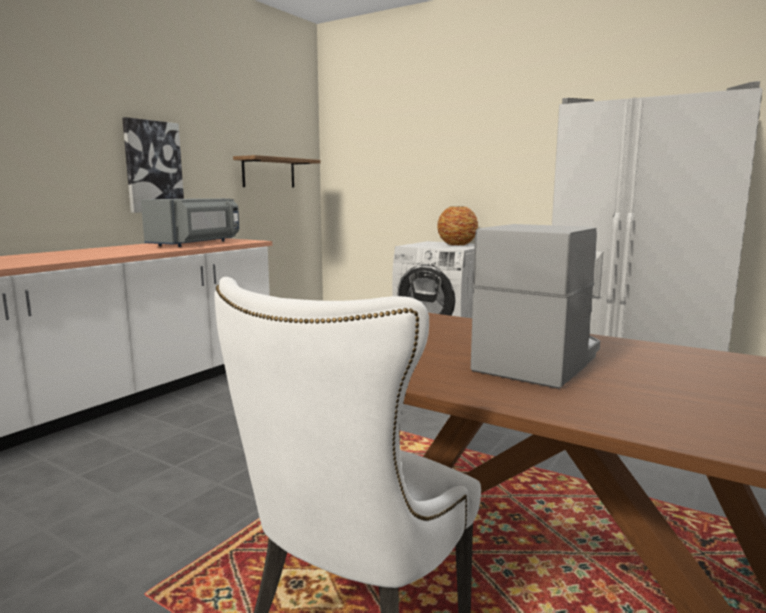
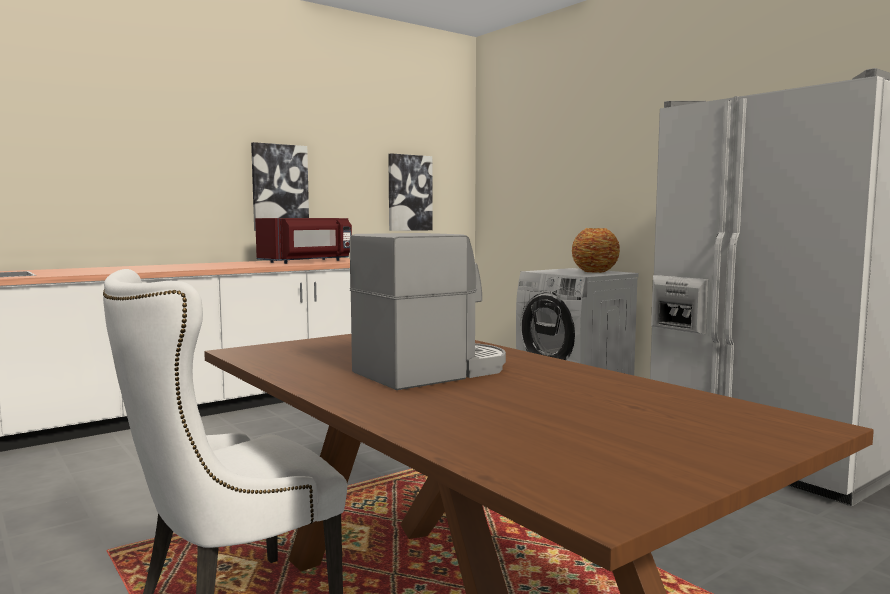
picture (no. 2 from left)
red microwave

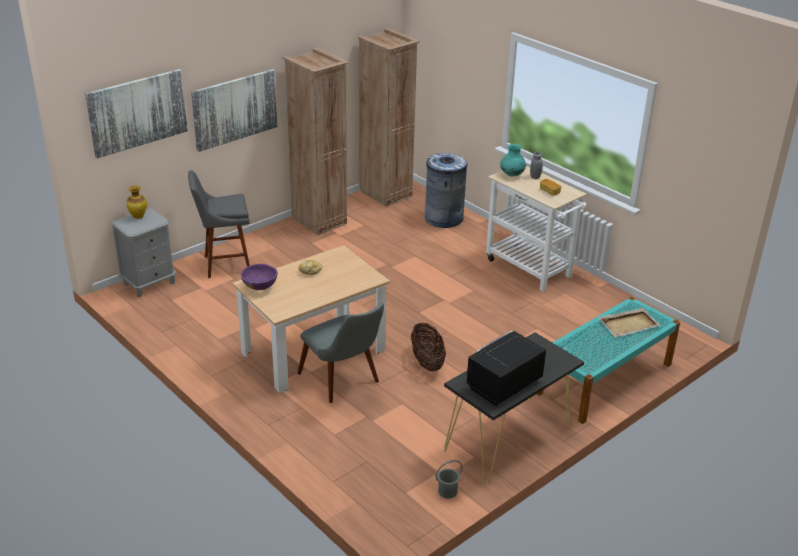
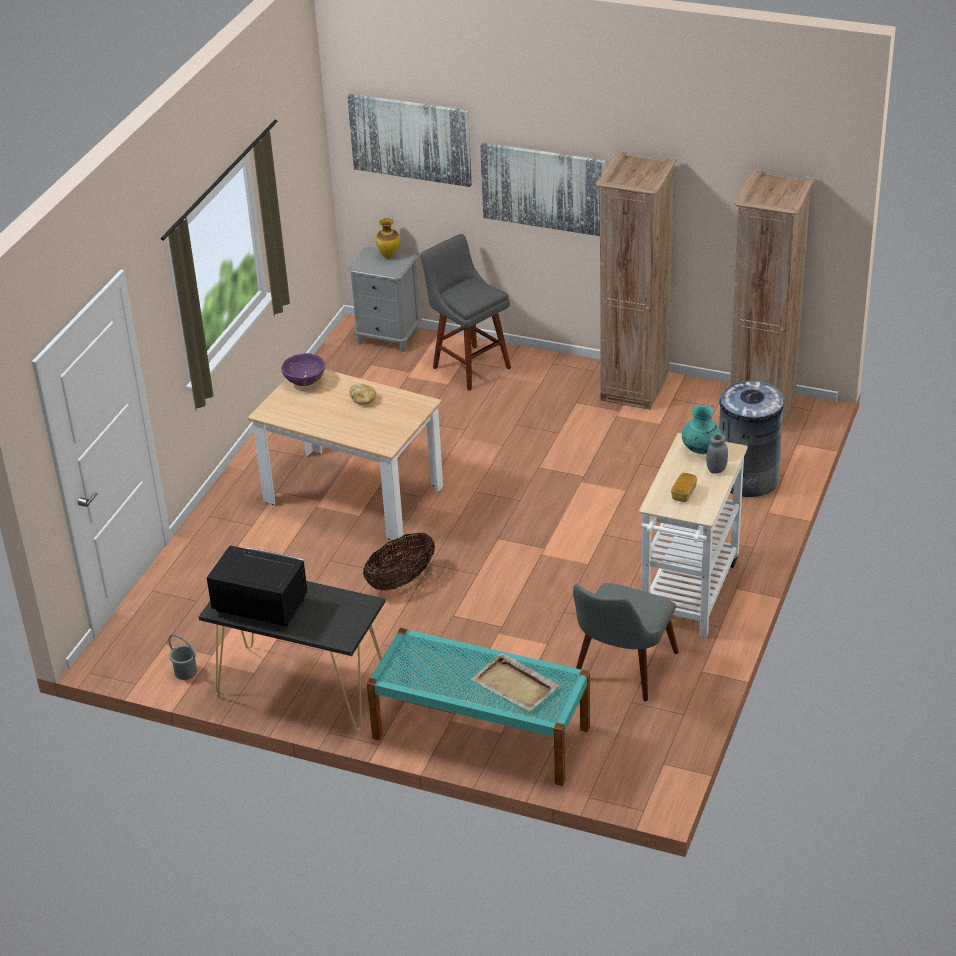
grey chair

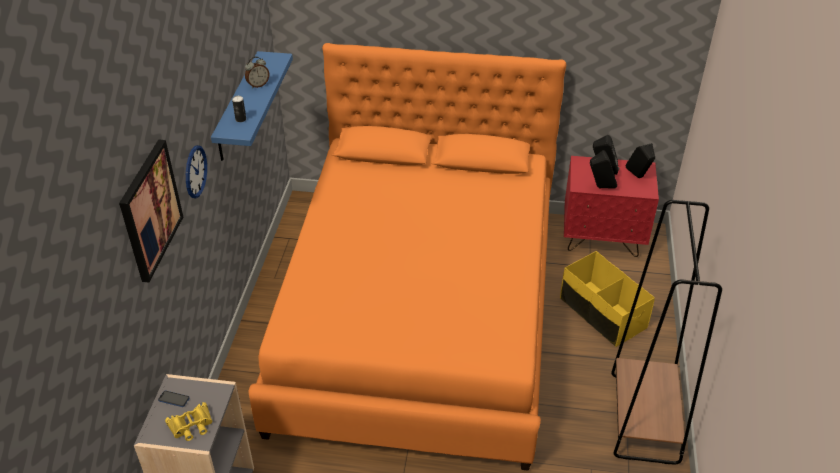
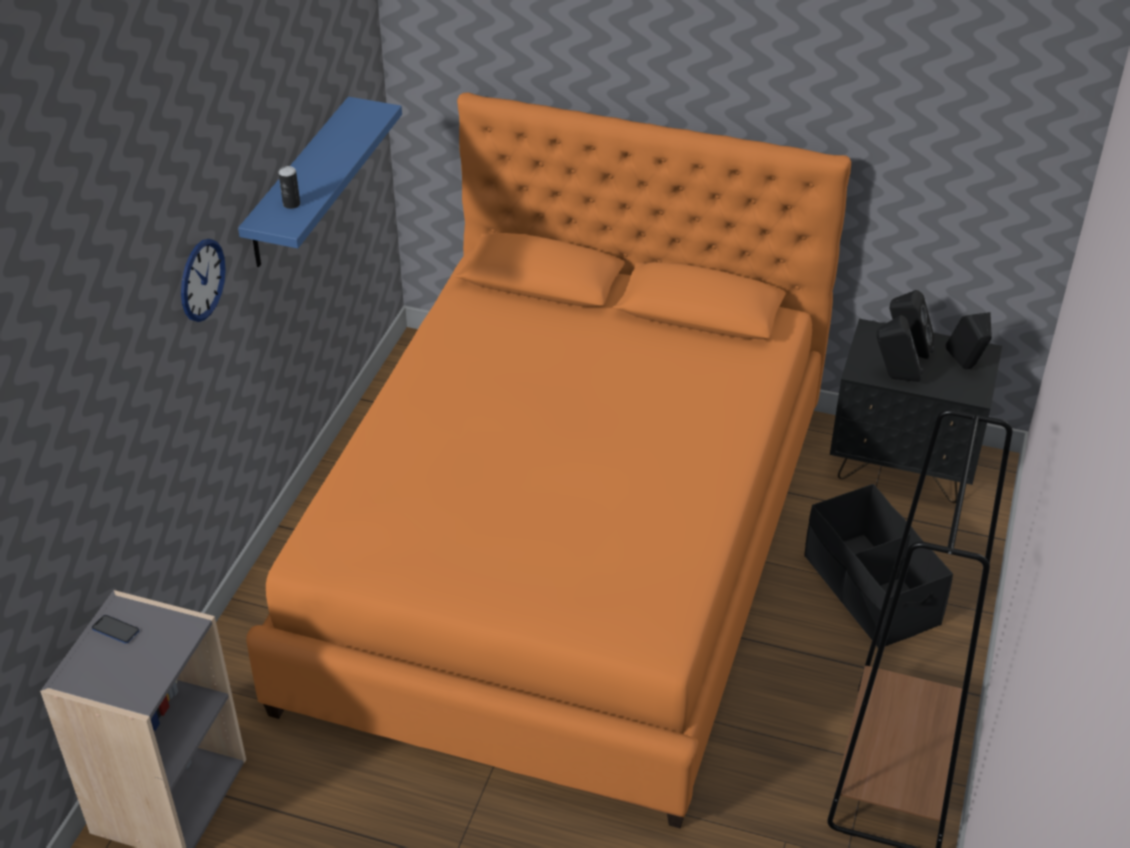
alarm clock
picture
black nightstand
black storage box
yellow binoculars

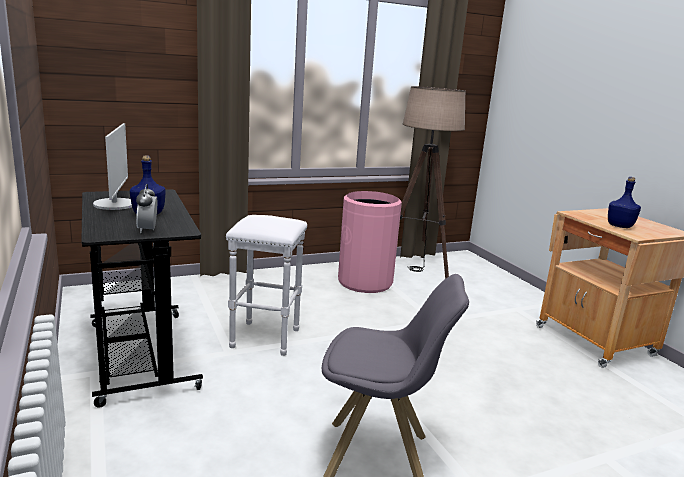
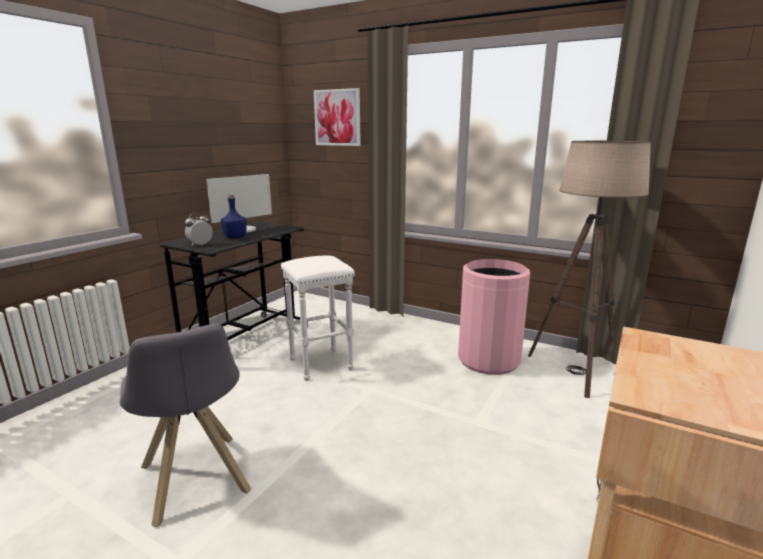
blue bottle (no. 2 from left in the first image)
picture

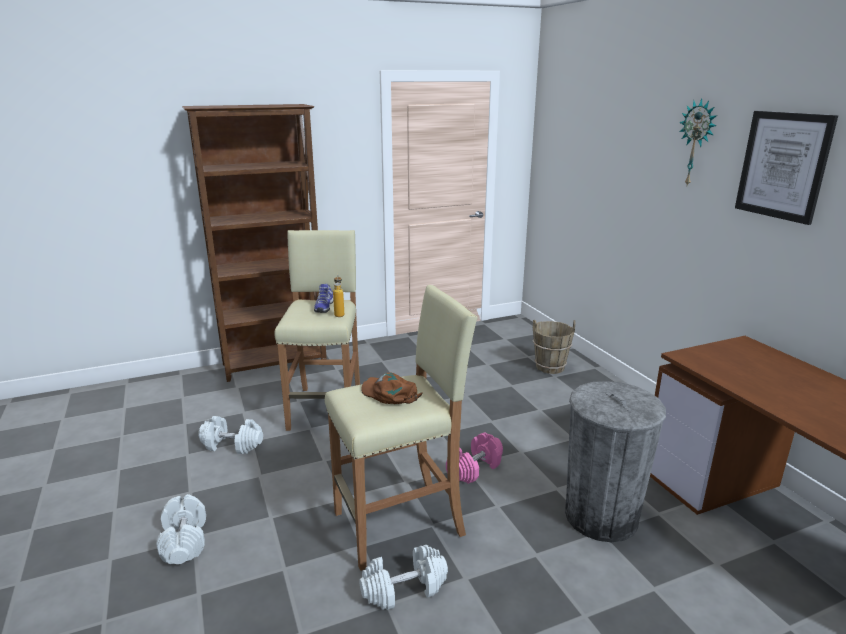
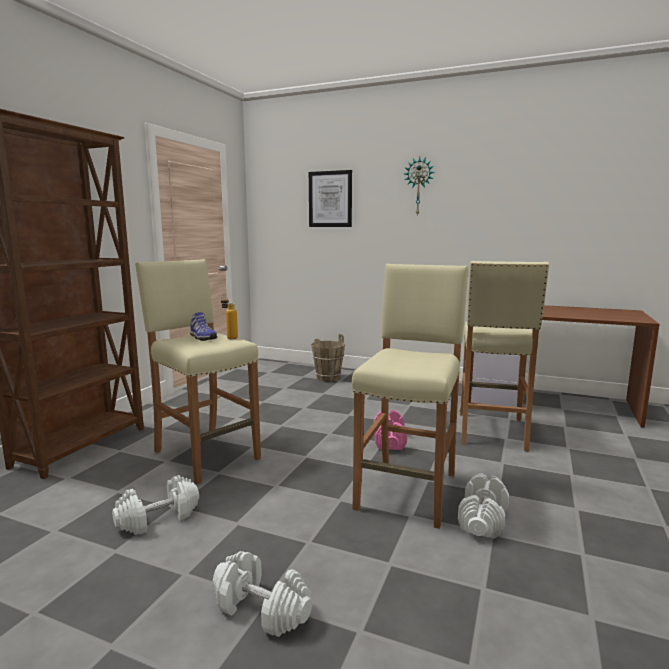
picture
brown cap
beige stool (no. 3 from left)

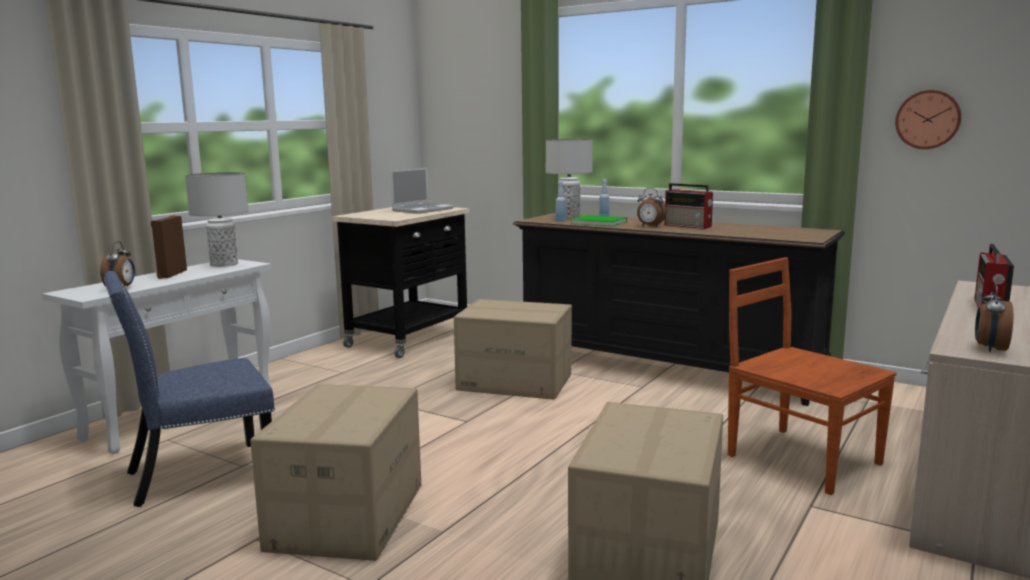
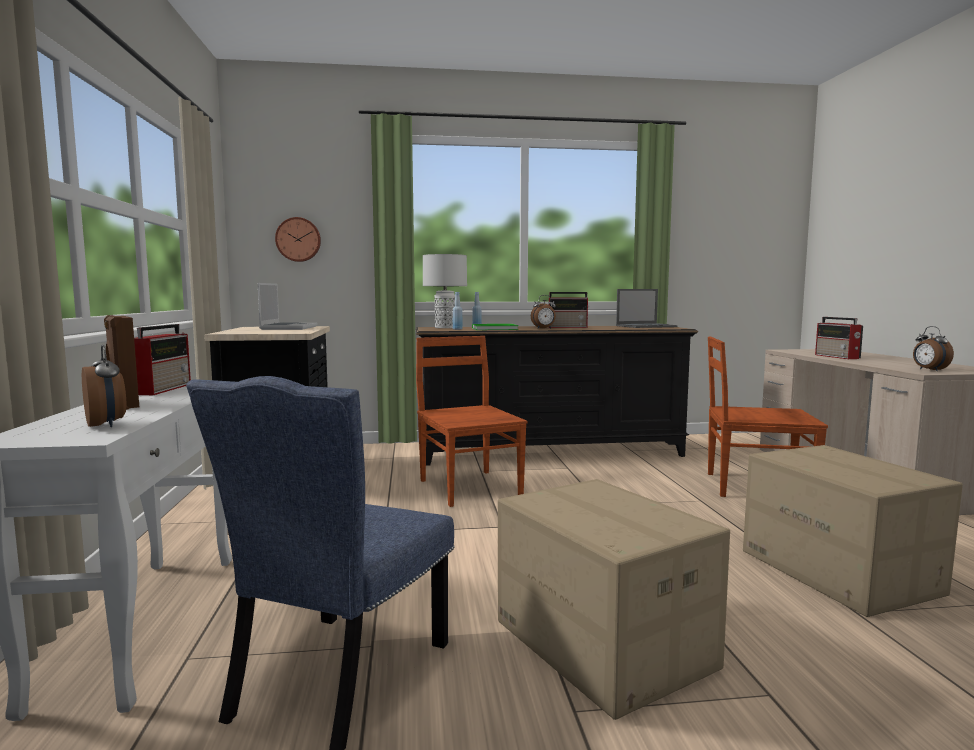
wall clock
radio (no. 1 from left)
brown chair (no. 1 from left)
laptop (no. 2 from left)

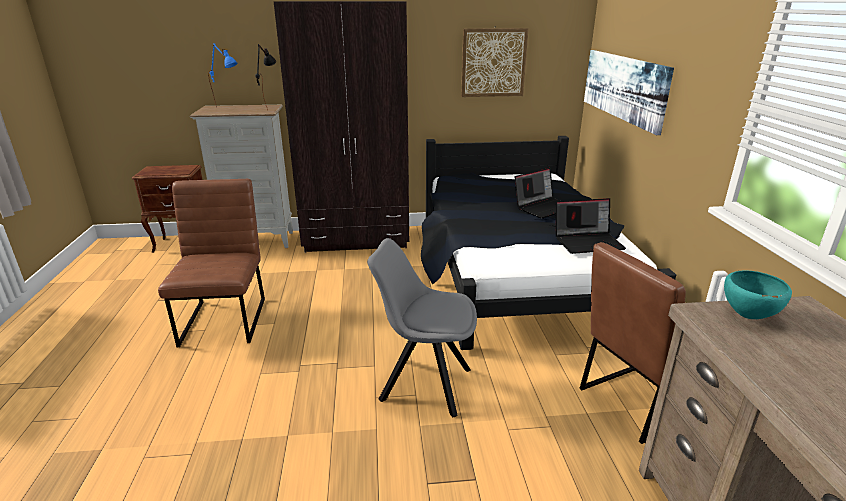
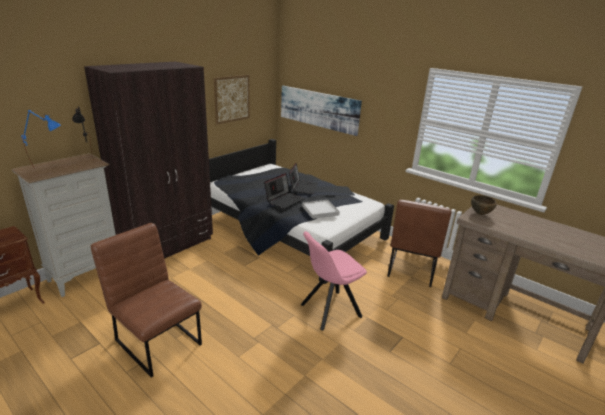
laptop (no. 1 from left)
pink chair
brown bowl
white tray

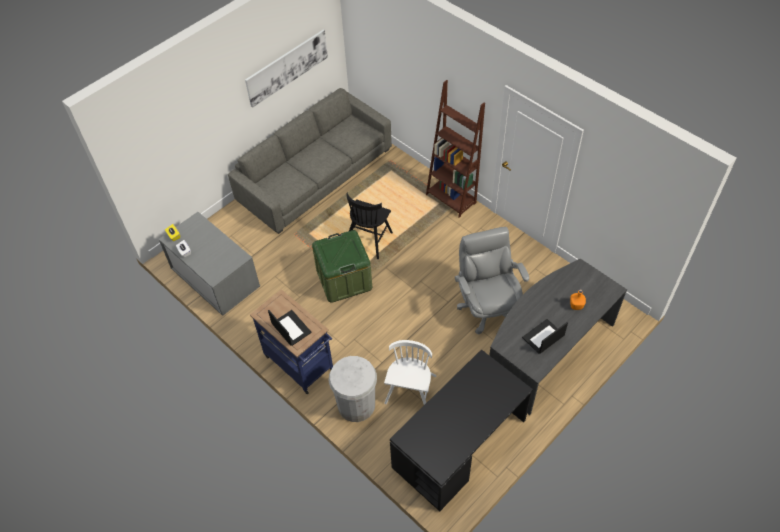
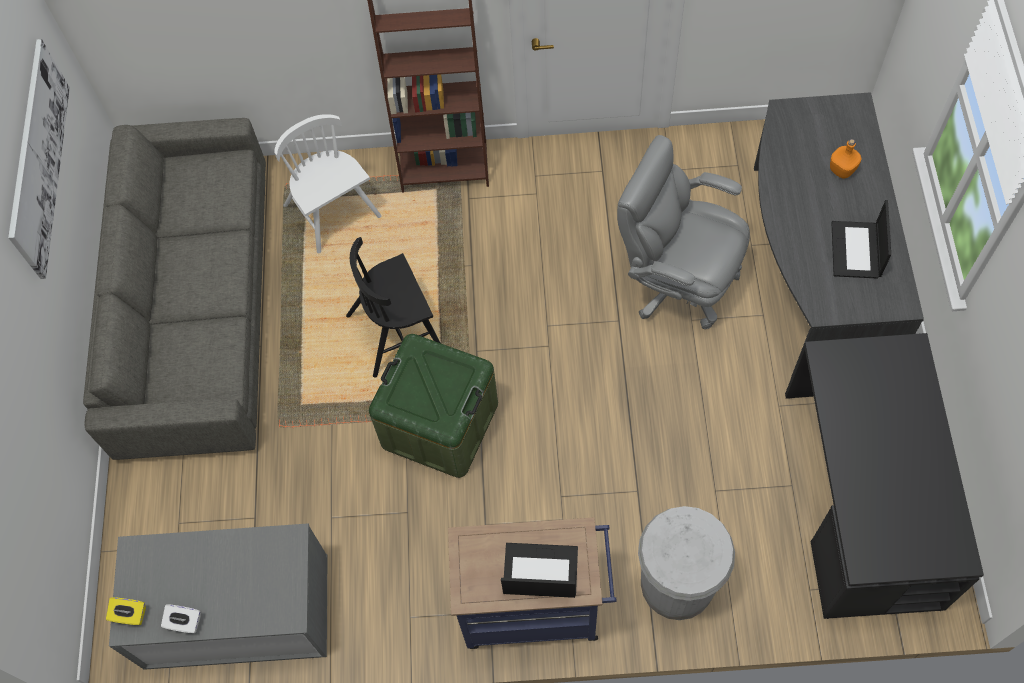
black chair
white chair

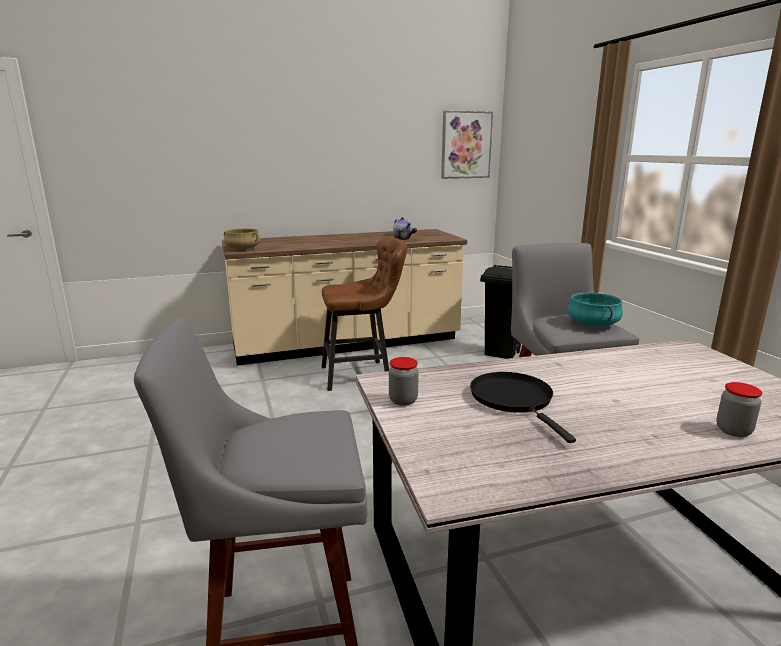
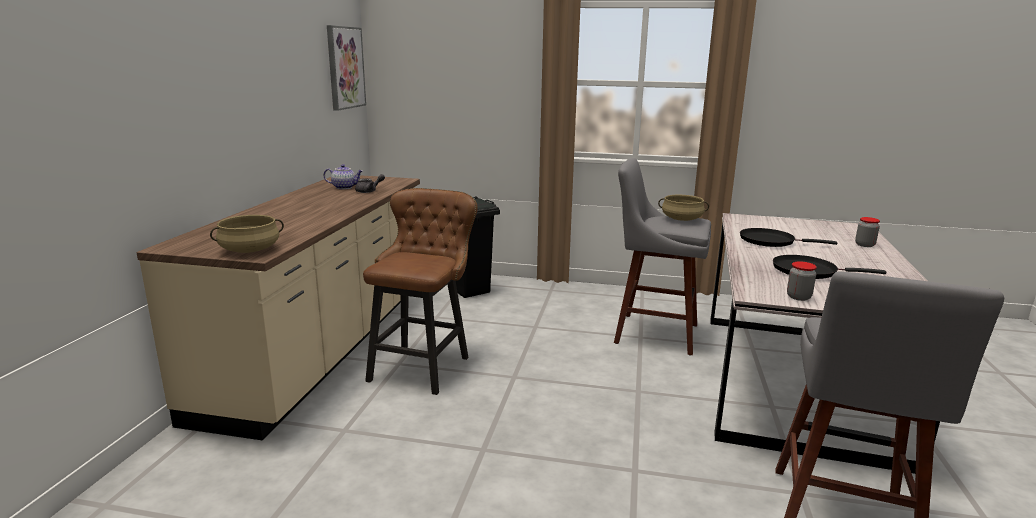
beige cooking pot (no. 2 from left)
black frying pan (no. 1 from left)

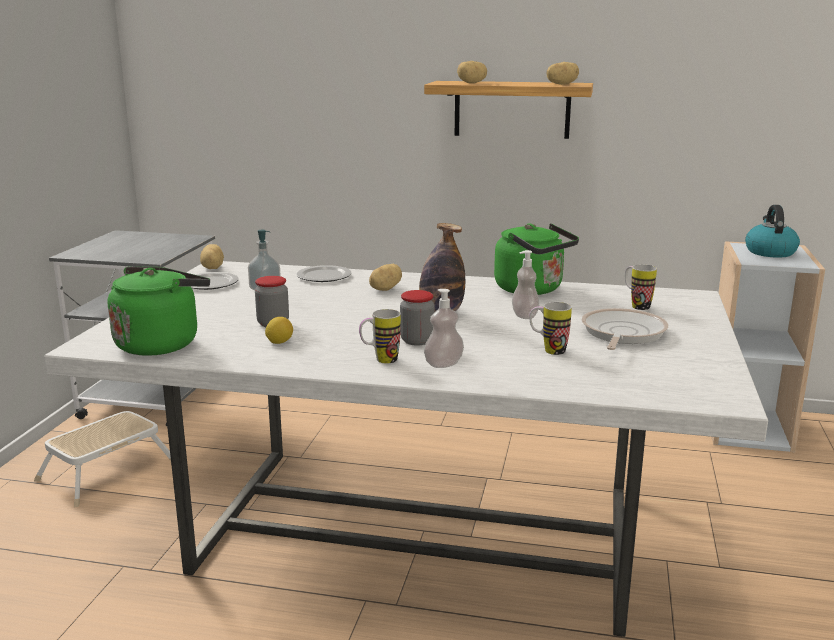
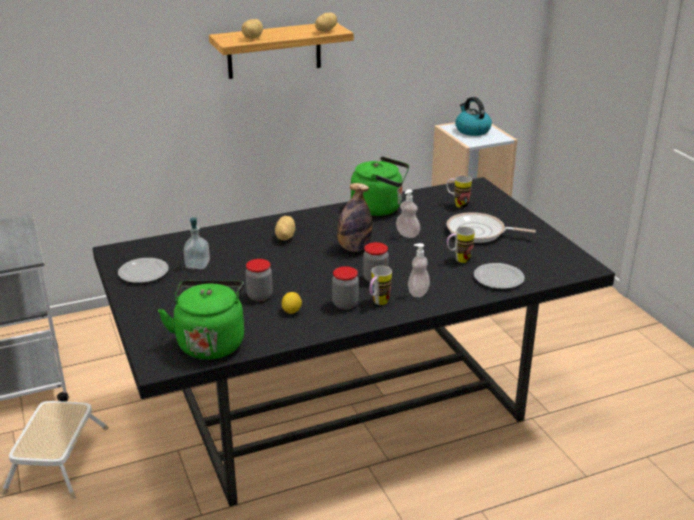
potato (no. 1 from left in the first image)
black dining table
plate (no. 2 from left)
frying pan
jar (no. 2 from left)

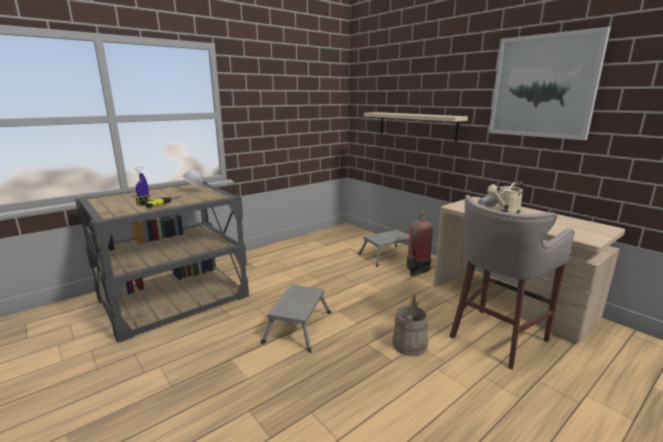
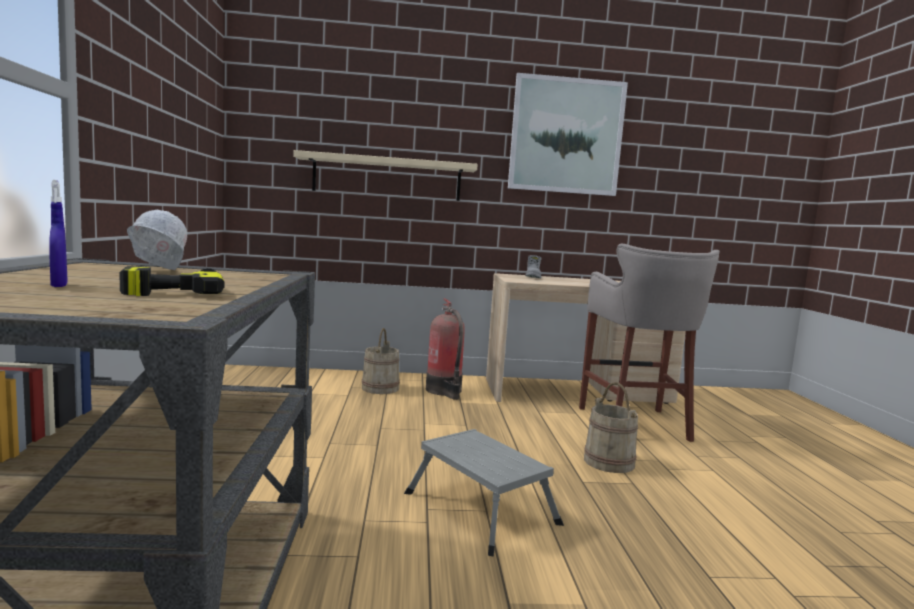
beige watering can
beige bucket (no. 1 from left)

